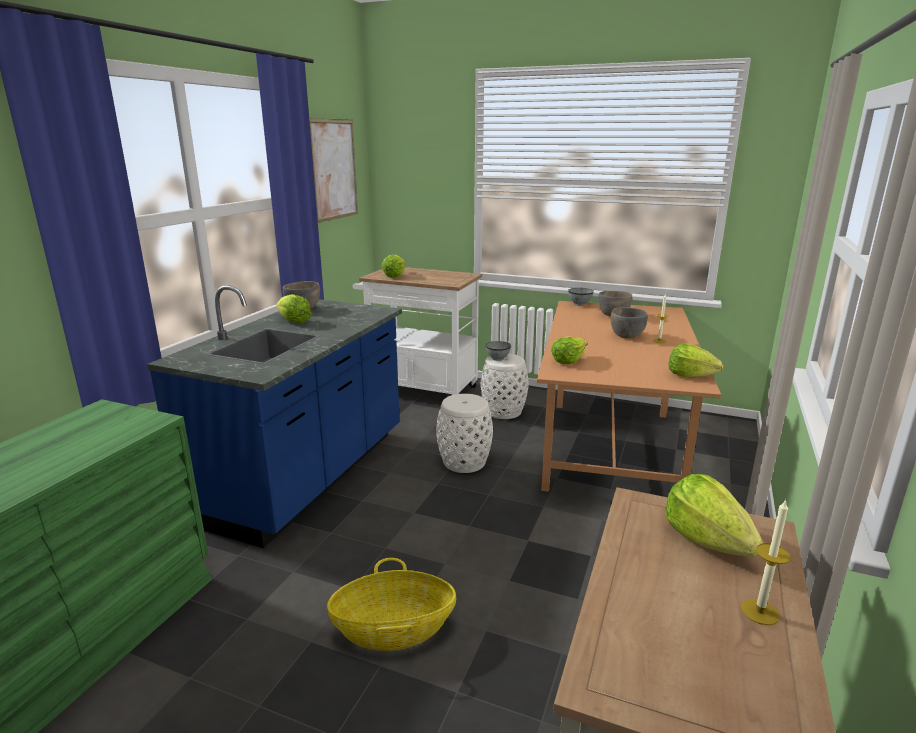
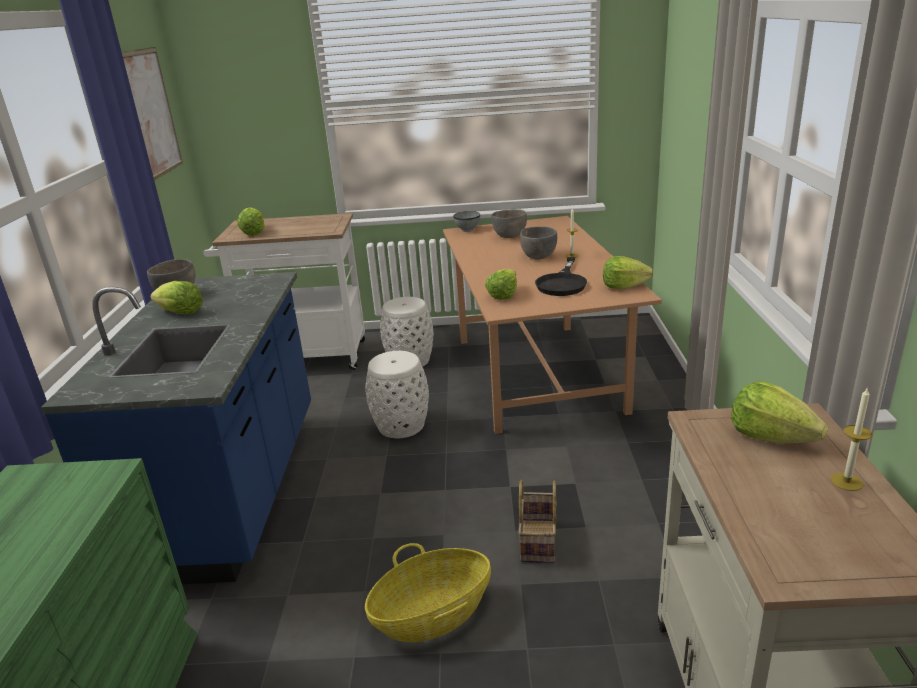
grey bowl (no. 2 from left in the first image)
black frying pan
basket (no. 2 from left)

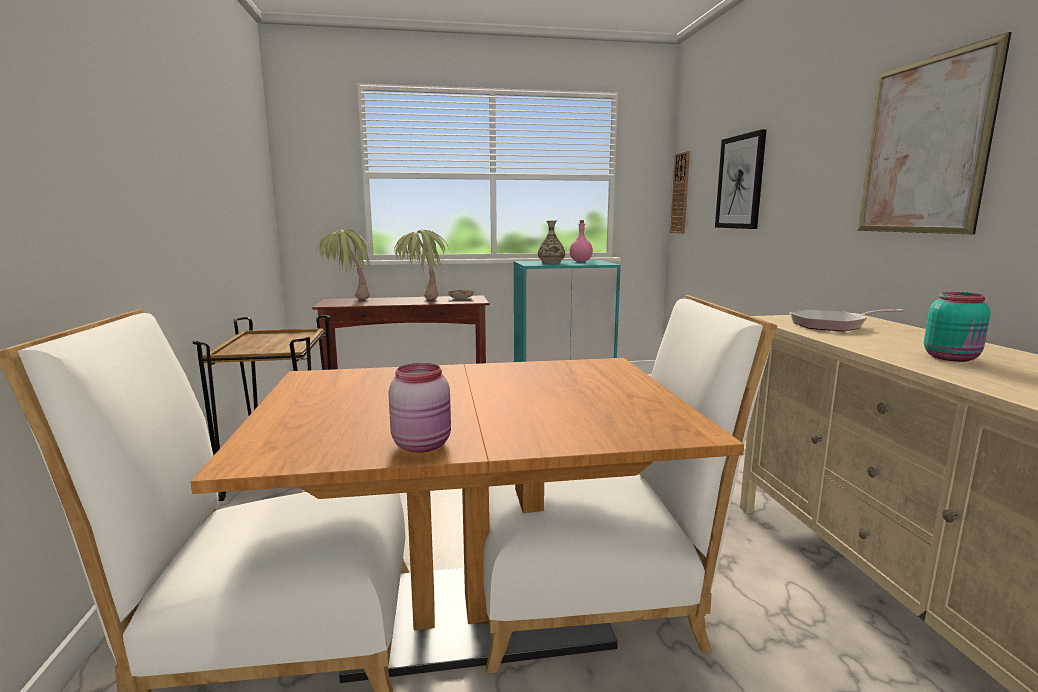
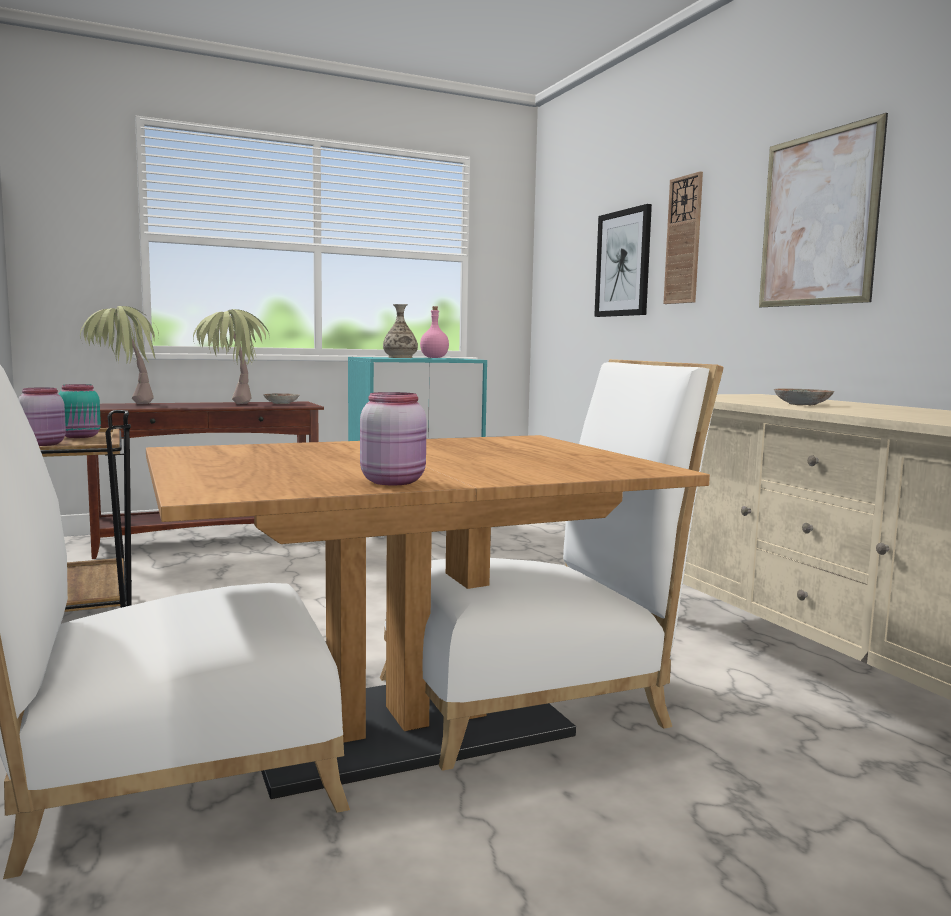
wall clock
turquoise jar
frying pan
pink jar (no. 1 from left)
plate (no. 2 from left)

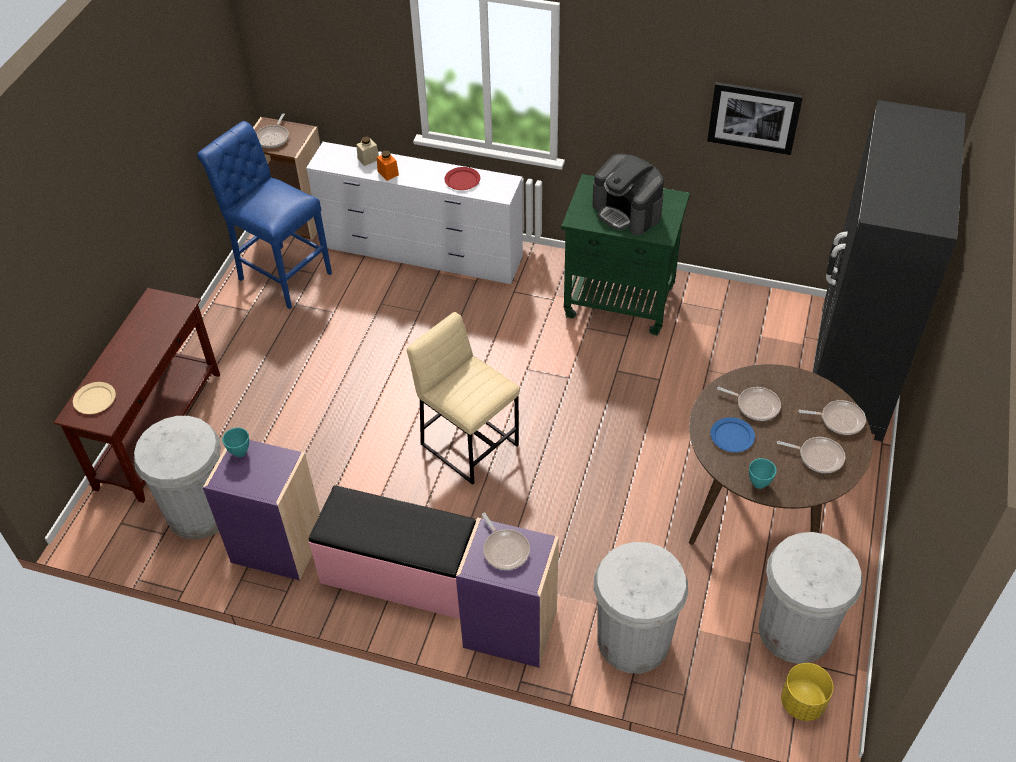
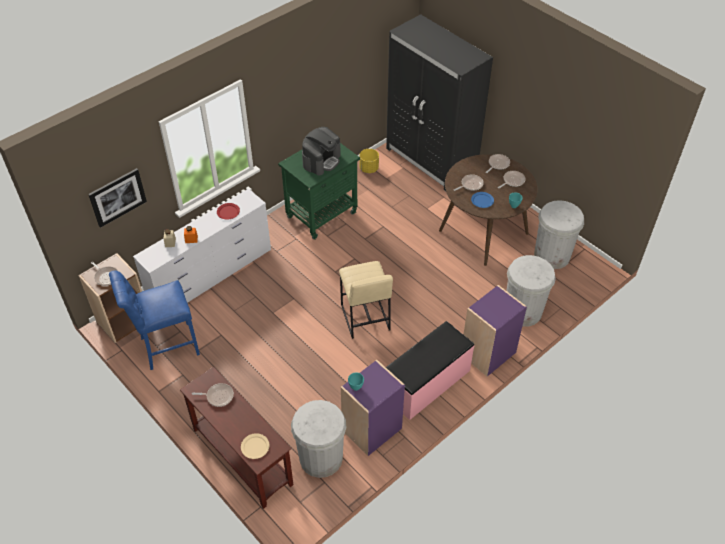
picture
coffee machine
beige chair
frying pan (no. 2 from left)
yellow planter

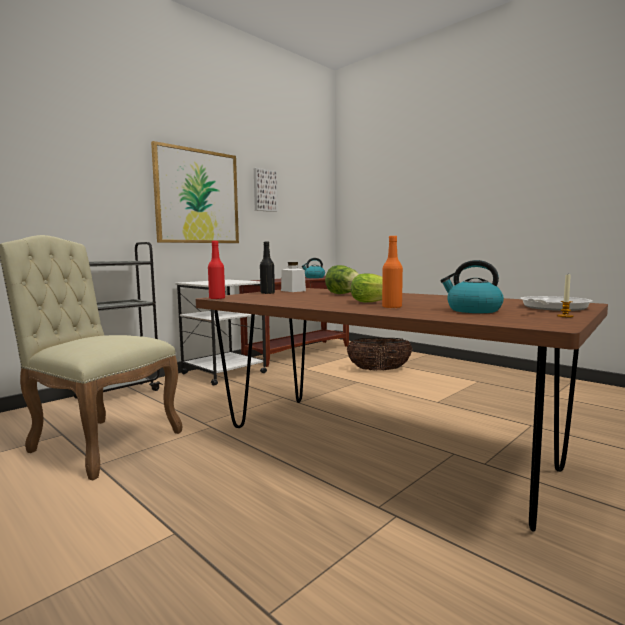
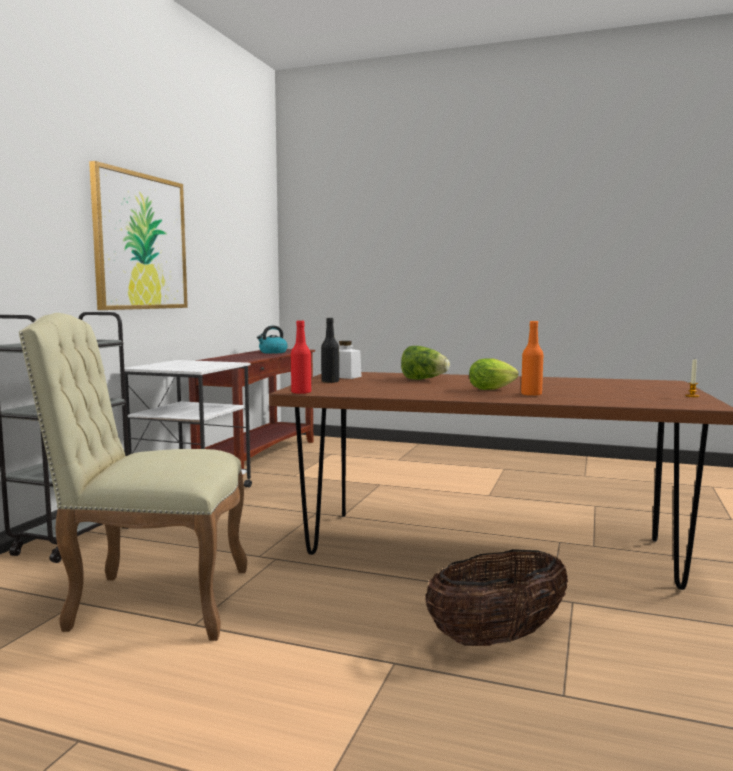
picture (no. 2 from left in the first image)
kettle (no. 2 from left in the first image)
frying pan
basket

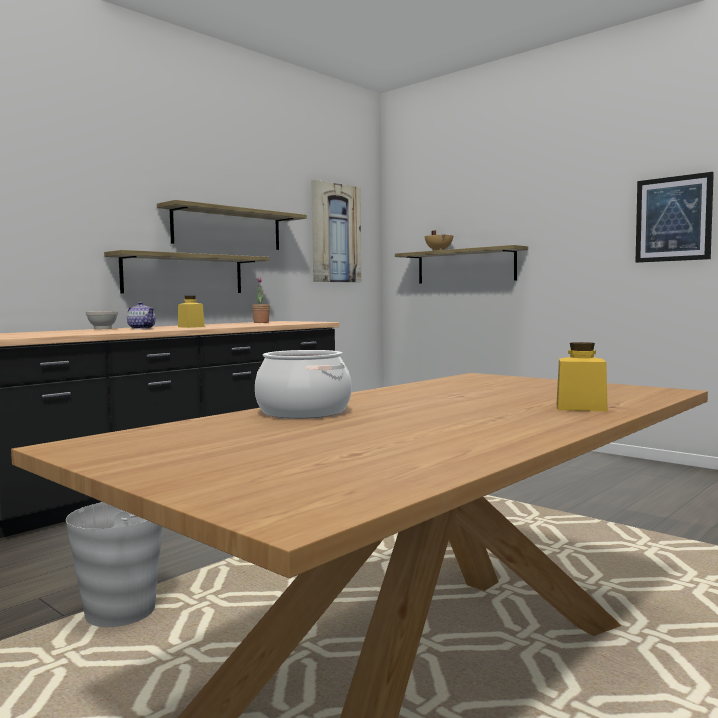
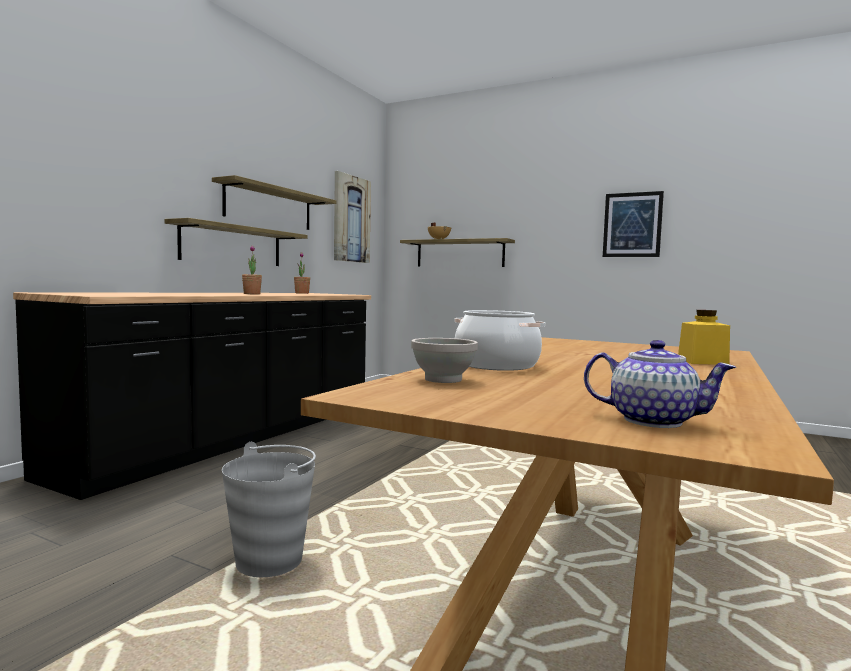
potted plant (no. 1 from left)
teapot
white bowl

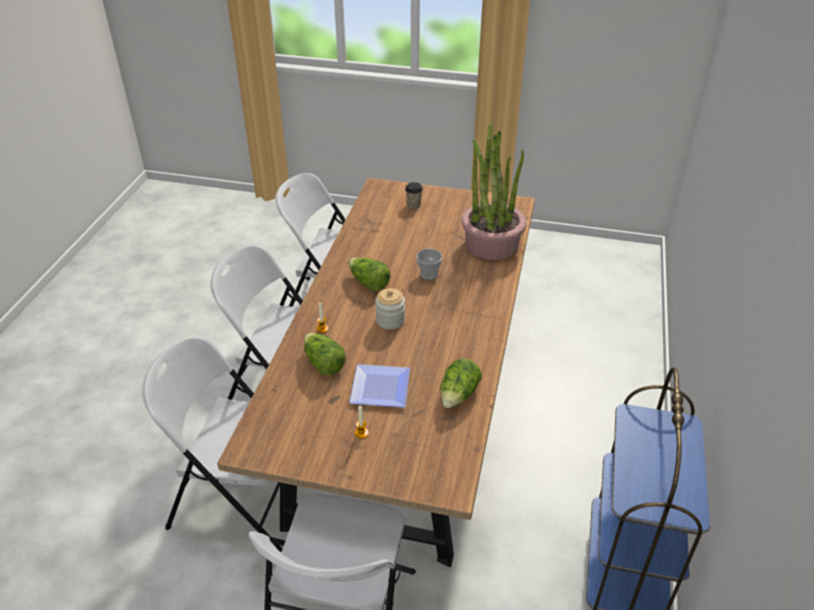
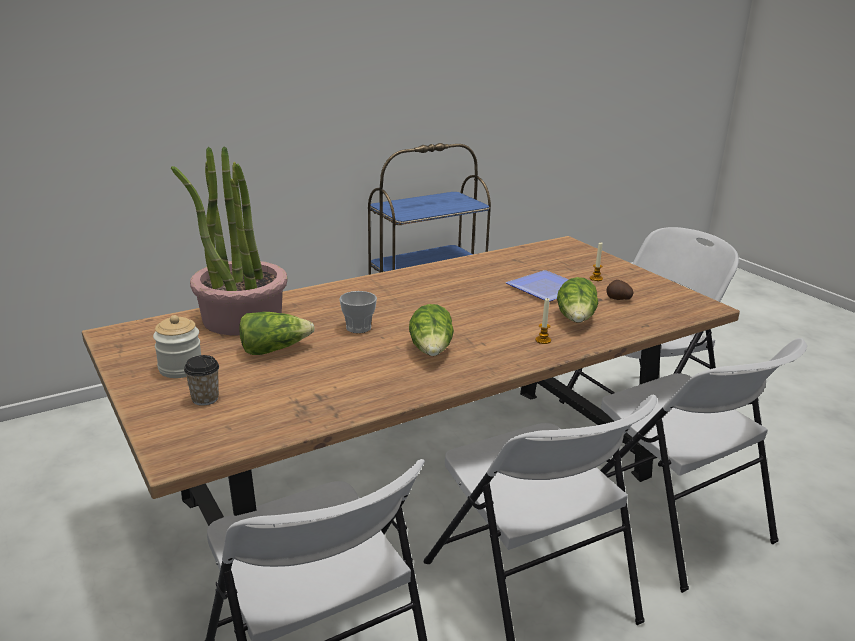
jar
lettuce (no. 1 from left)
potato

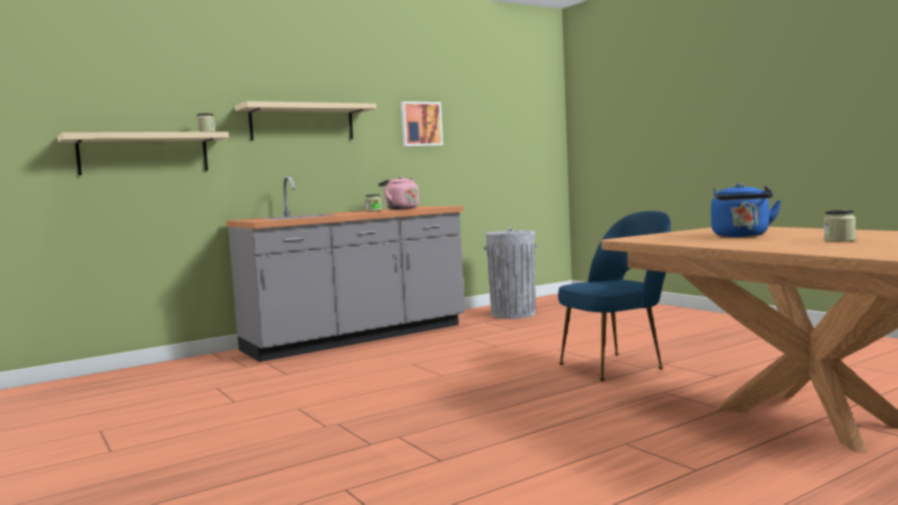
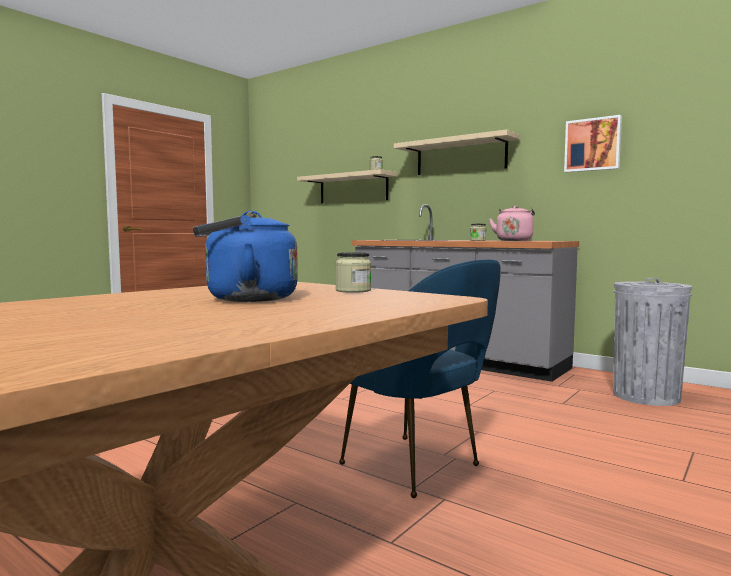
jar (no. 1 from left)

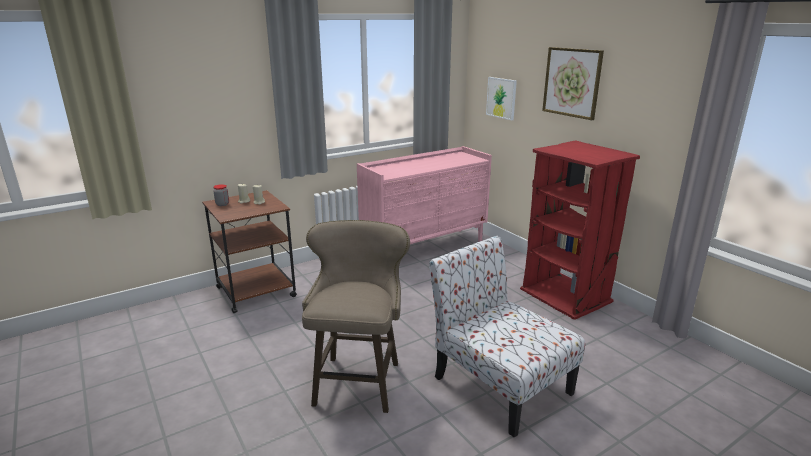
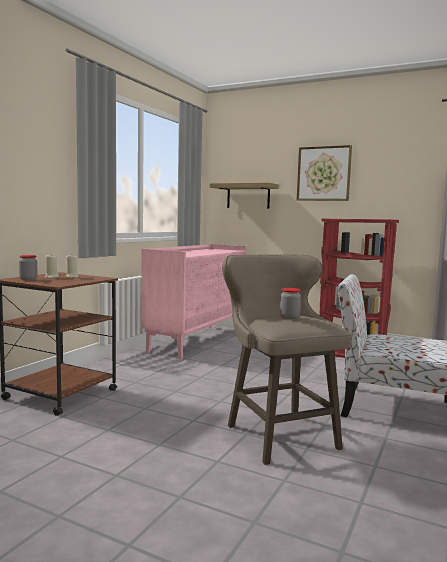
shelf
jar (no. 2 from left)

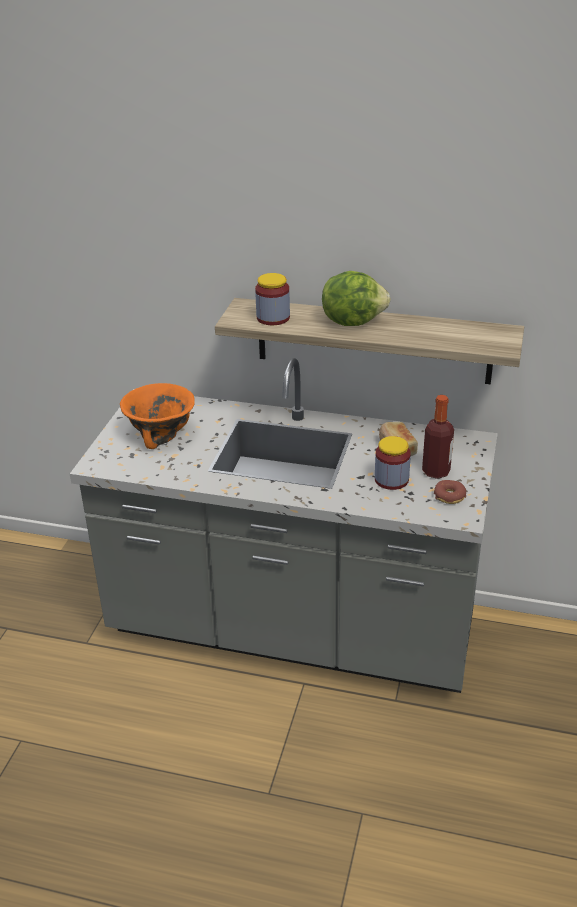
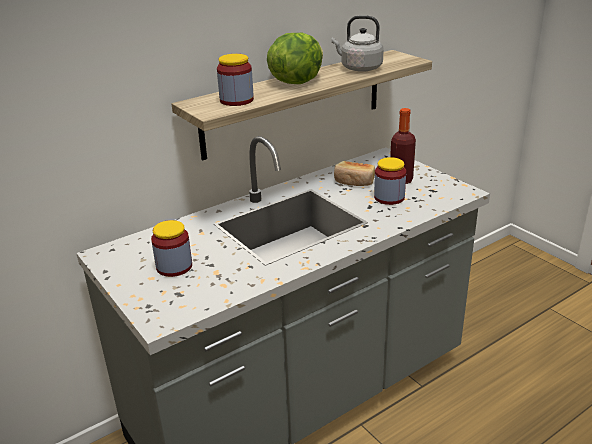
jar (no. 1 from left)
donut
grey kettle

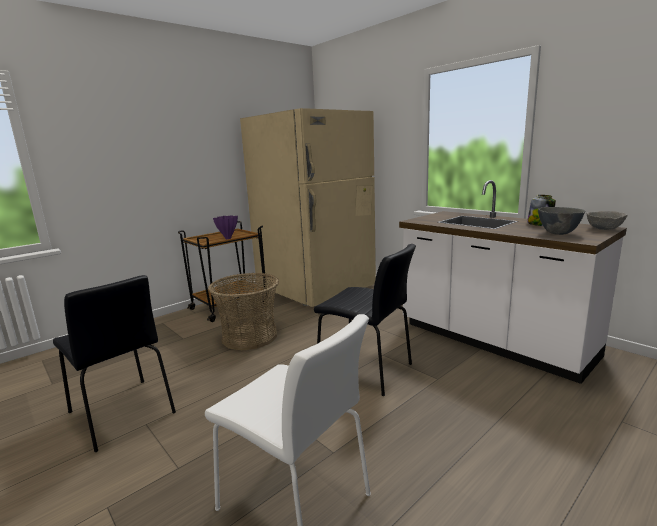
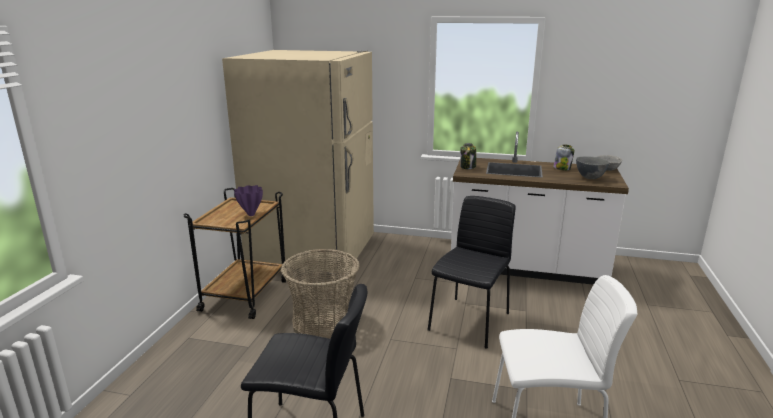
black chair (no. 2 from left)
jar (no. 1 from left)

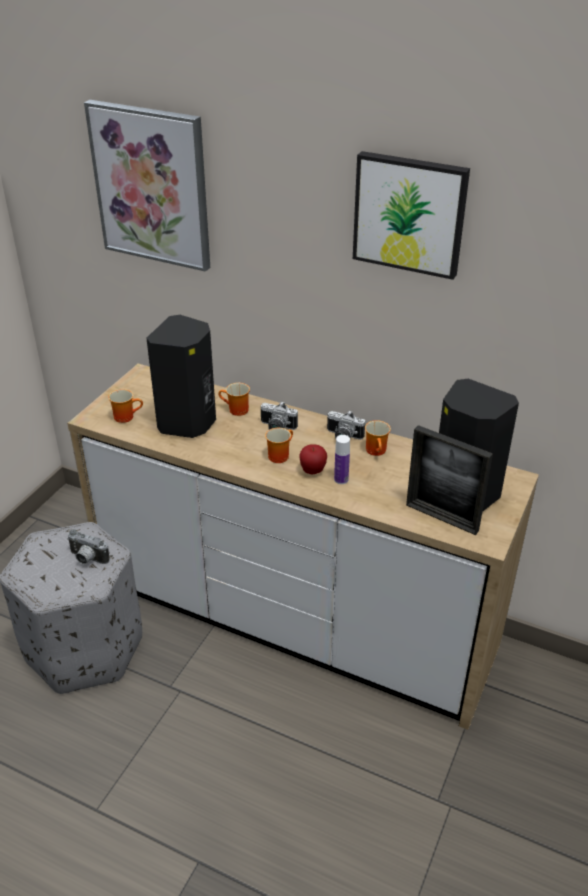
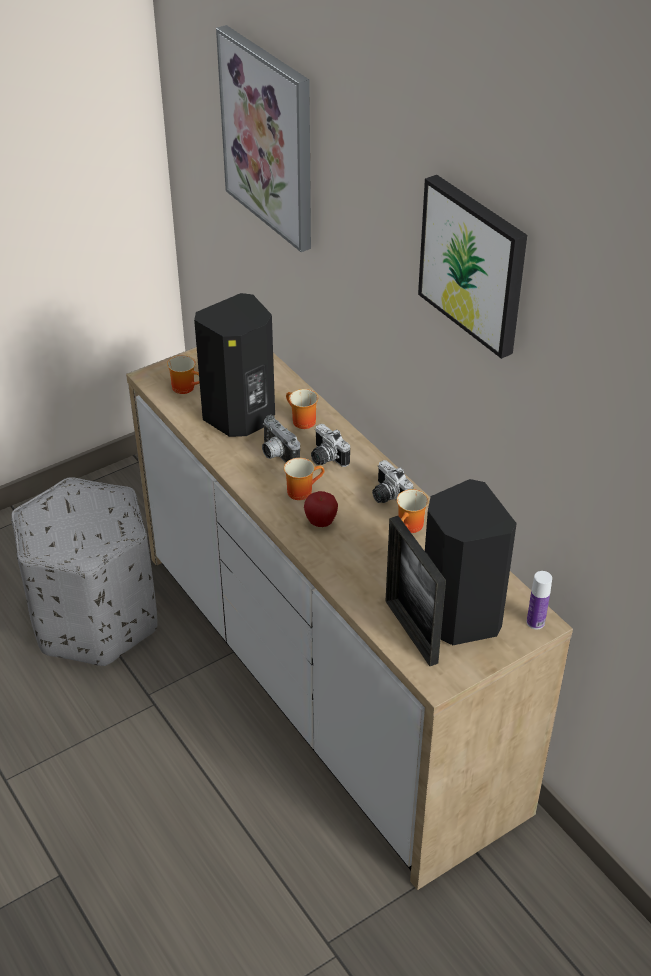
bottle
photo camera (no. 1 from left)

